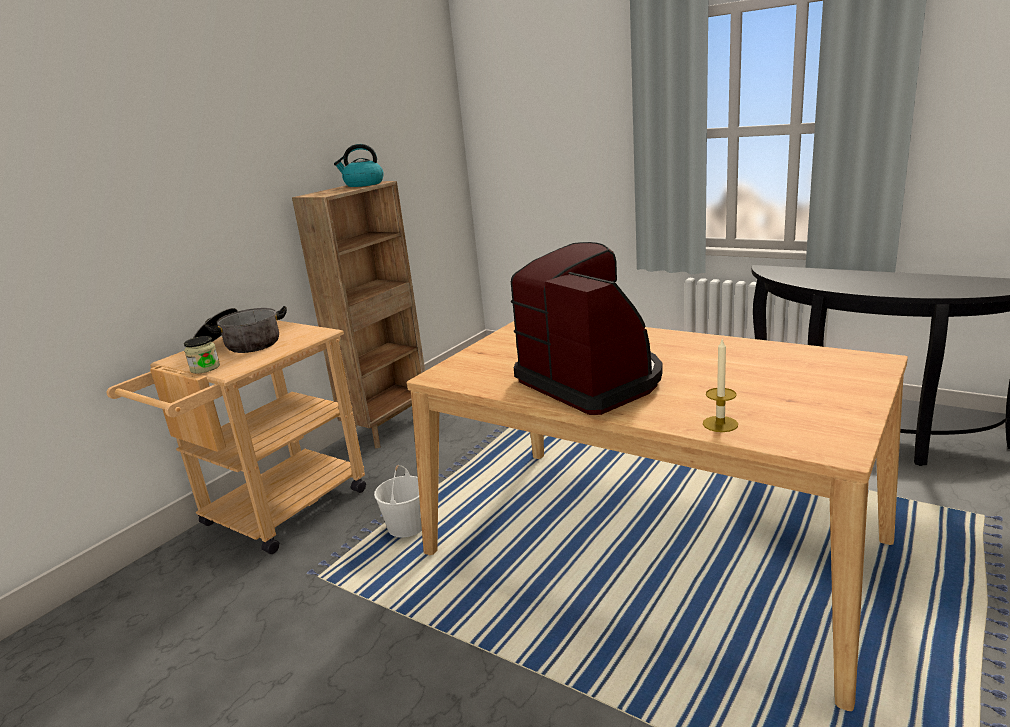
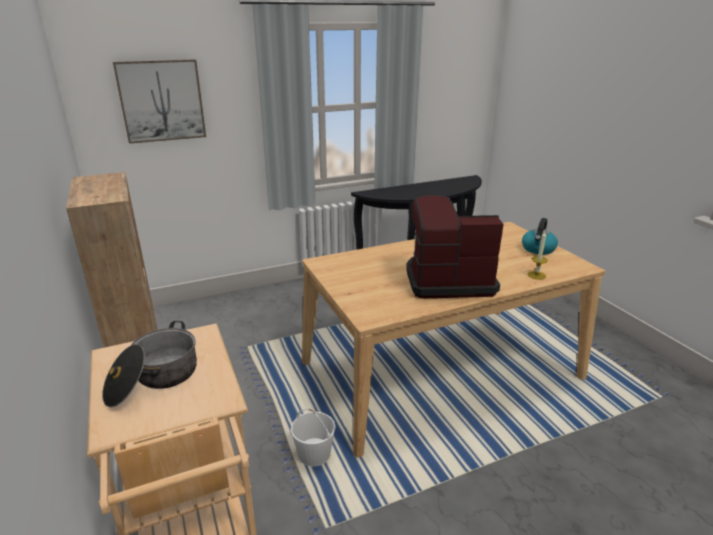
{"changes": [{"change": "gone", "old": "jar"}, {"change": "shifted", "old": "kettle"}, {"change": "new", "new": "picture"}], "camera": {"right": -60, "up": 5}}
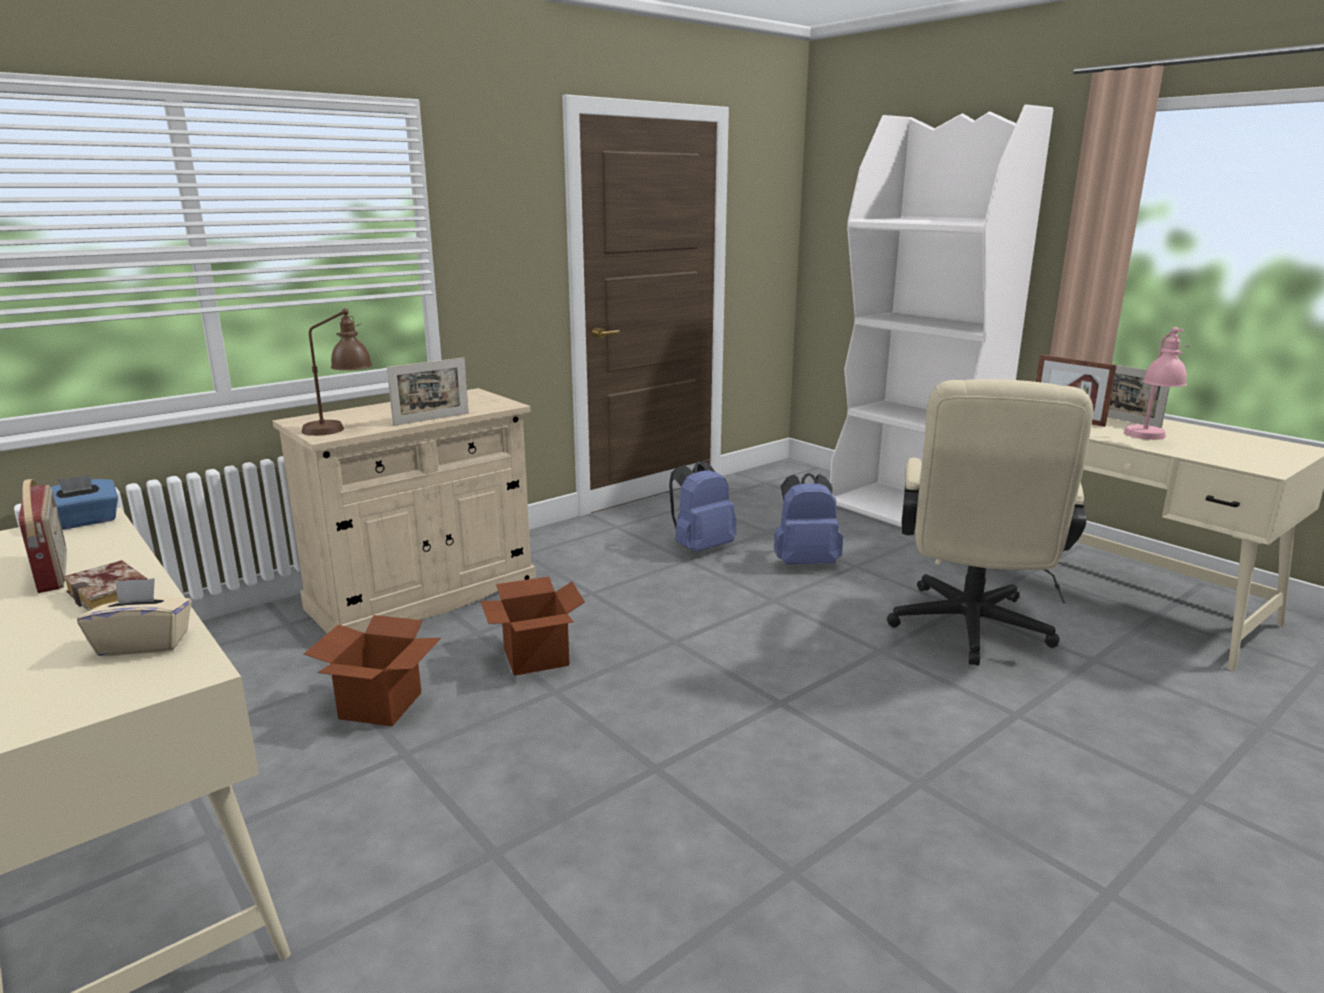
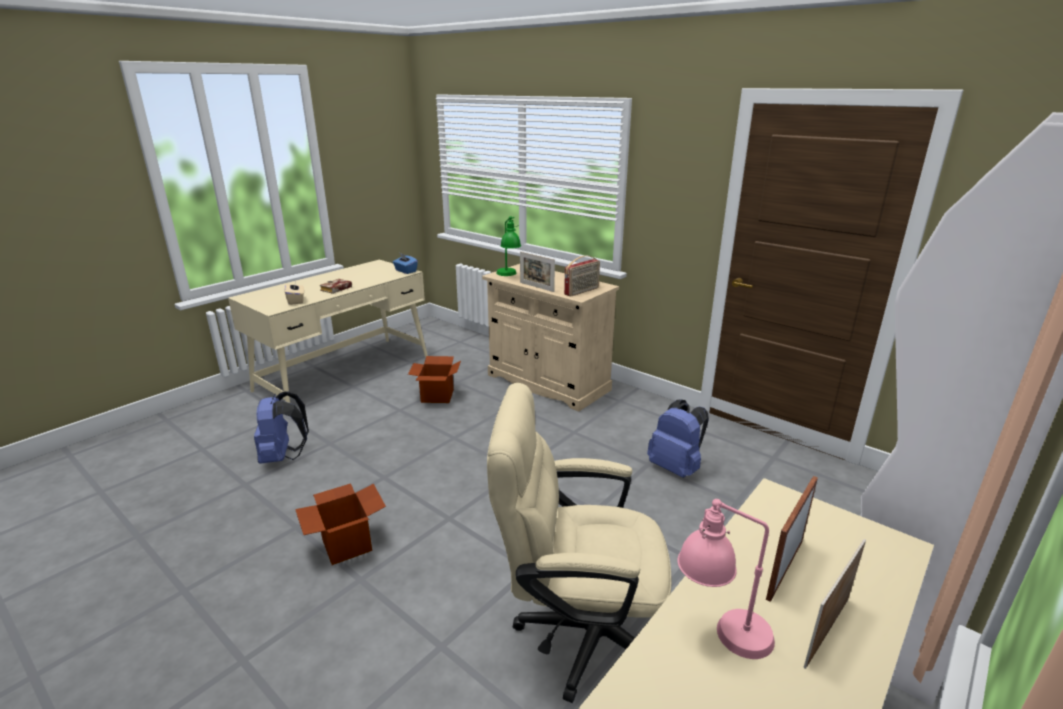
{"changes": [{"change": "shifted", "old": "radio"}, {"change": "repainted", "old": "table lamp/brown", "new": "table lamp/green"}, {"change": "shifted", "old": "cardboard box (no. 2 from left in the first image)", "new": "cardboard box (no. 1 from left)"}, {"change": "shifted", "old": "backpack/blue (no. 2 from left in the first image)", "new": "backpack/blue (no. 1 from left)"}], "camera": {"right": 80, "up": 5}}
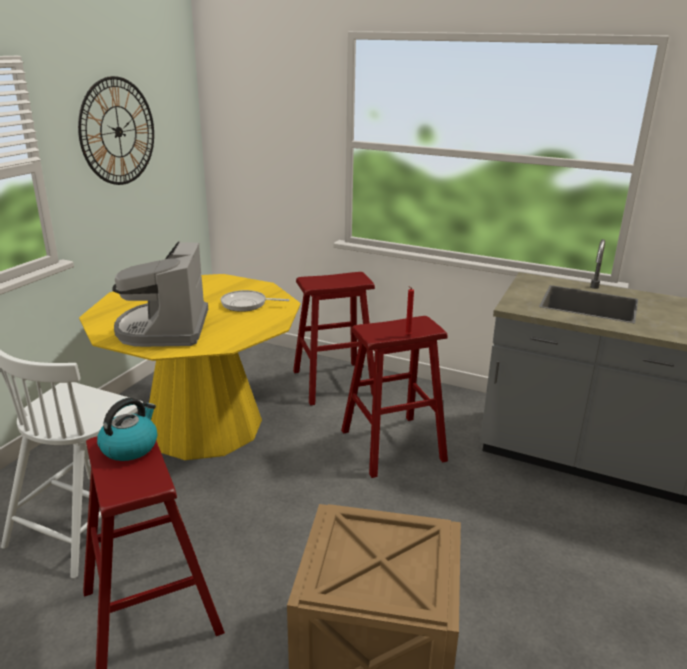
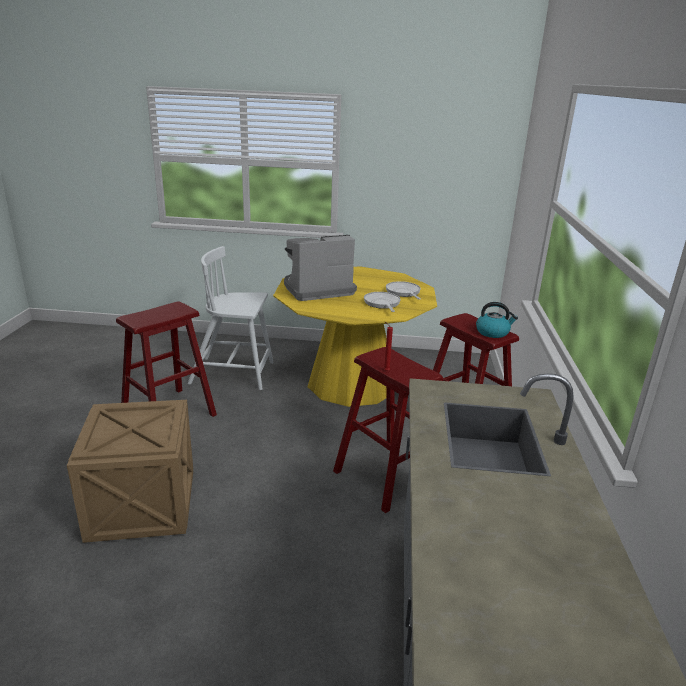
{"changes": [{"change": "gone", "old": "wall clock"}, {"change": "shifted", "old": "kettle"}, {"change": "new", "new": "frying pan (no. 2 from left)"}], "camera": {"right": 70, "up": 0}}
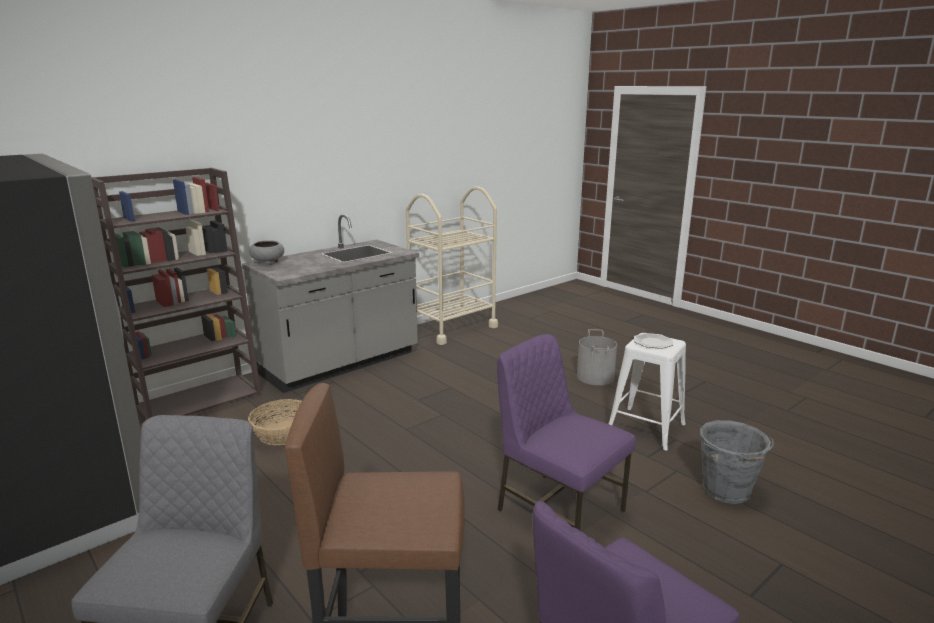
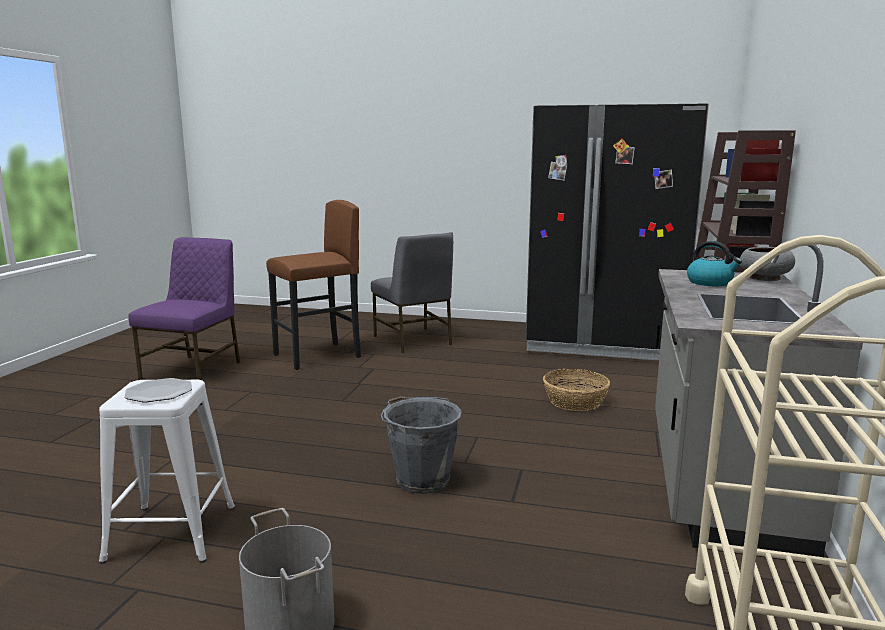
{"changes": [{"change": "gone", "old": "chair/purple (no. 1 from left)"}, {"change": "shifted", "old": "bucket/grey (no. 2 from left)"}, {"change": "new", "new": "kettle"}], "camera": {"right": 145, "up": -5}}
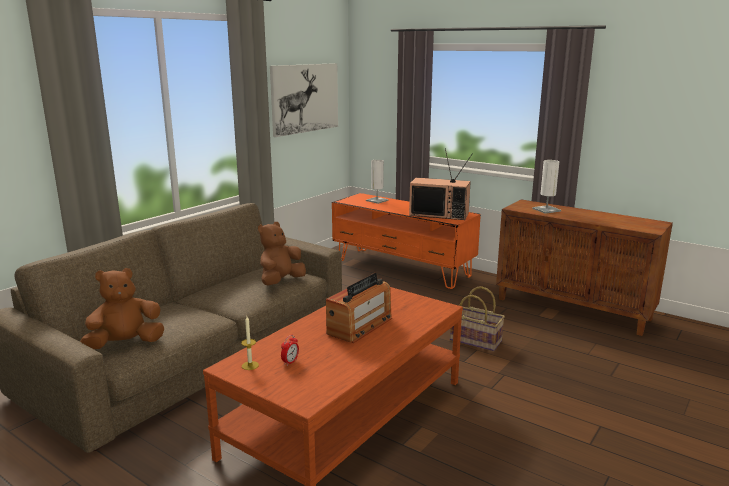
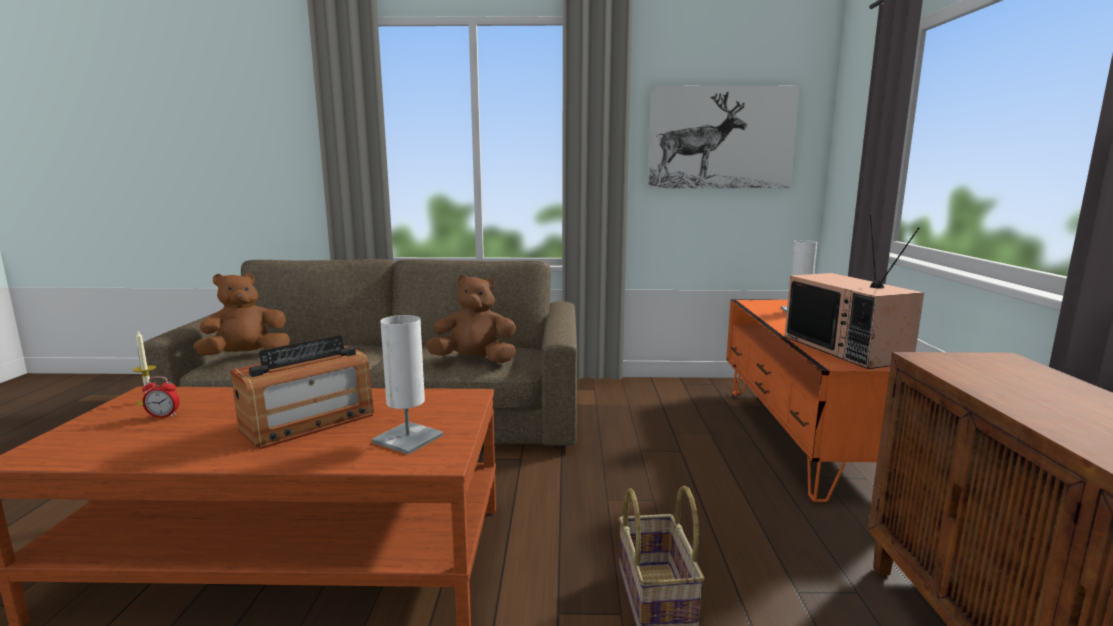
{"changes": [{"change": "rotated", "old": "plush toy/brown (no. 1 from left)", "degrees": -60}, {"change": "rotated", "old": "radio", "degrees": -45}, {"change": "shifted", "old": "table lamp/white (no. 2 from left in the first image)", "new": "table lamp/white (no. 1 from left)"}], "camera": {"right": 55, "up": -5}}
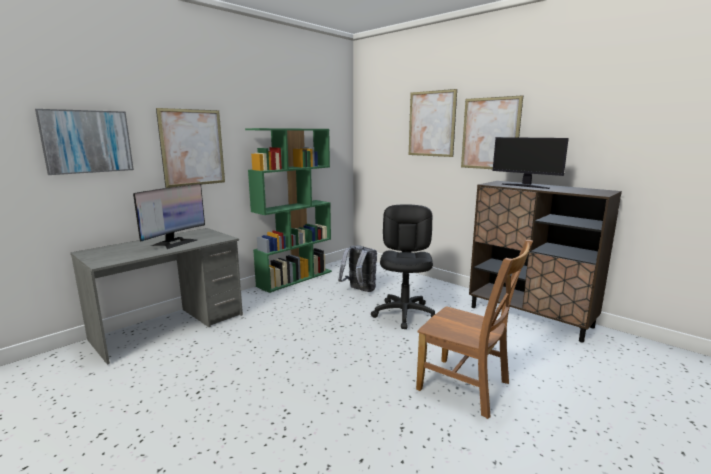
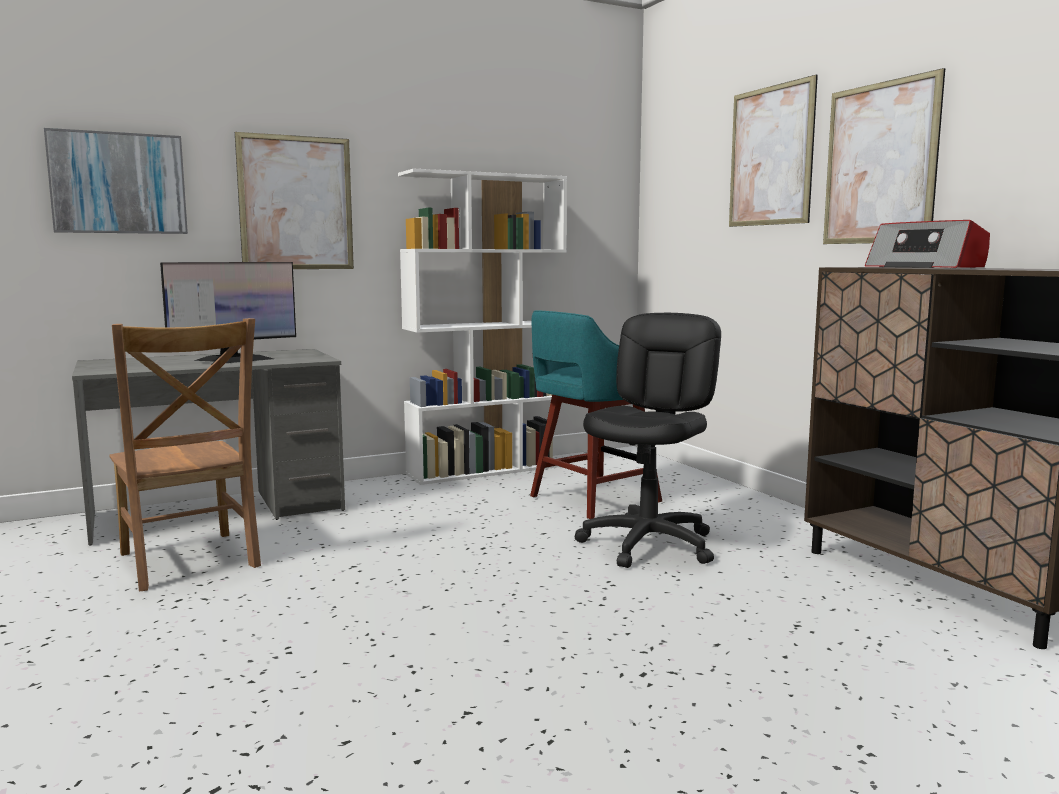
{"changes": [{"change": "repainted", "old": "bookcase/green", "new": "bookcase/white"}, {"change": "swapped", "old": "backpack/grey", "new": "stool/turquoise"}, {"change": "shifted", "old": "chair/brown"}, {"change": "swapped", "old": "monitor (no. 2 from left)", "new": "radio"}], "camera": {"right": 20, "up": -5}}
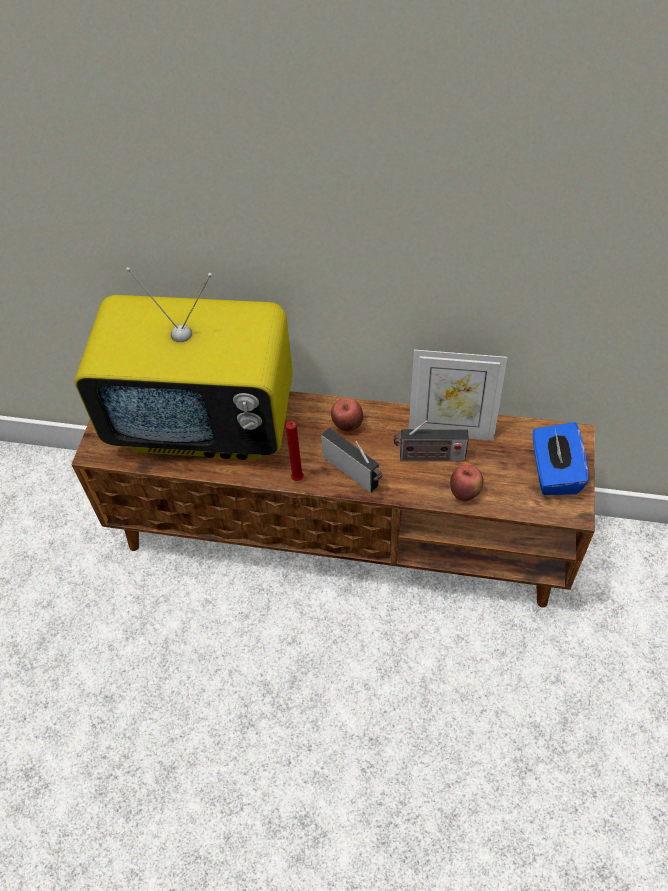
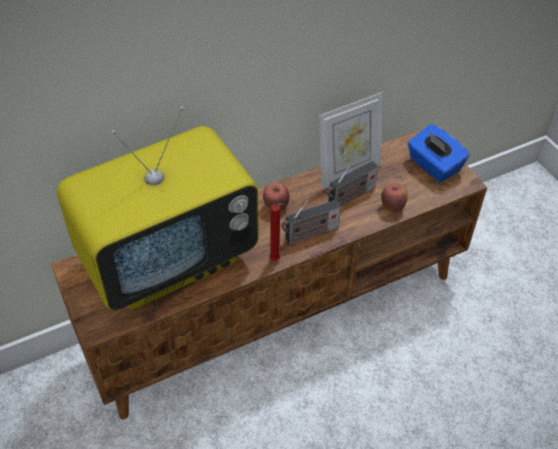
{"changes": [{"change": "rotated", "old": "radio (no. 1 from left)", "degrees": 150}], "camera": {"right": -40, "up": -5}}
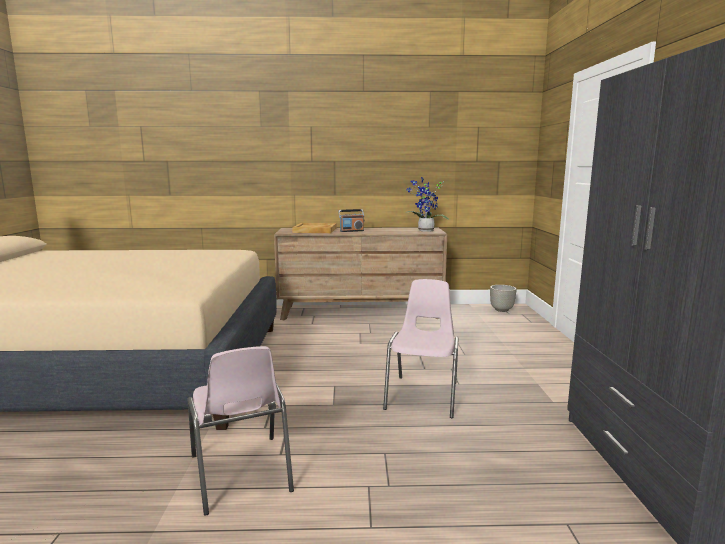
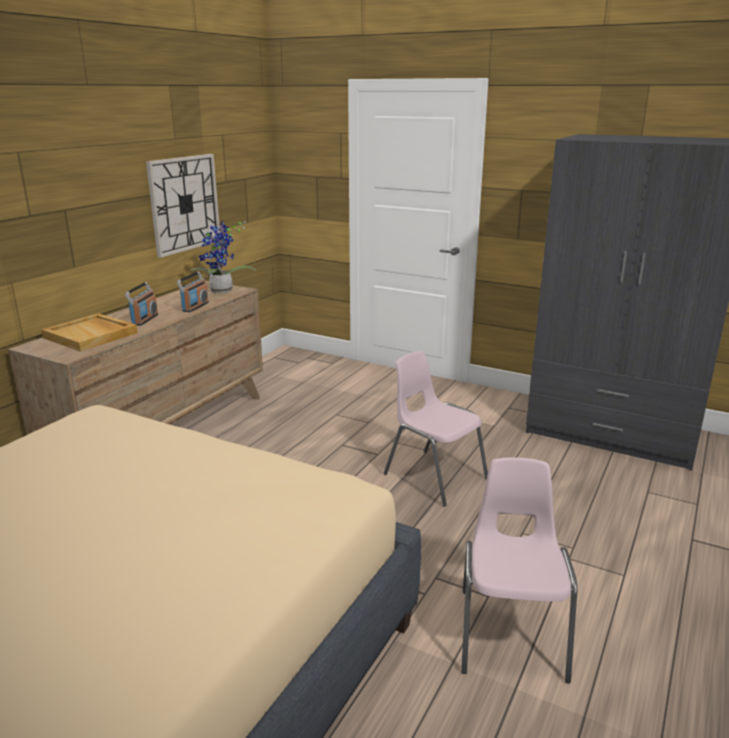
{"changes": [{"change": "rotated", "old": "chair/pink (no. 1 from left in the first image)", "degrees": -90}, {"change": "gone", "old": "planter/grey"}, {"change": "new", "new": "wall clock"}, {"change": "new", "new": "radio (no. 2 from left)"}], "camera": {"right": -60, "up": 10}}
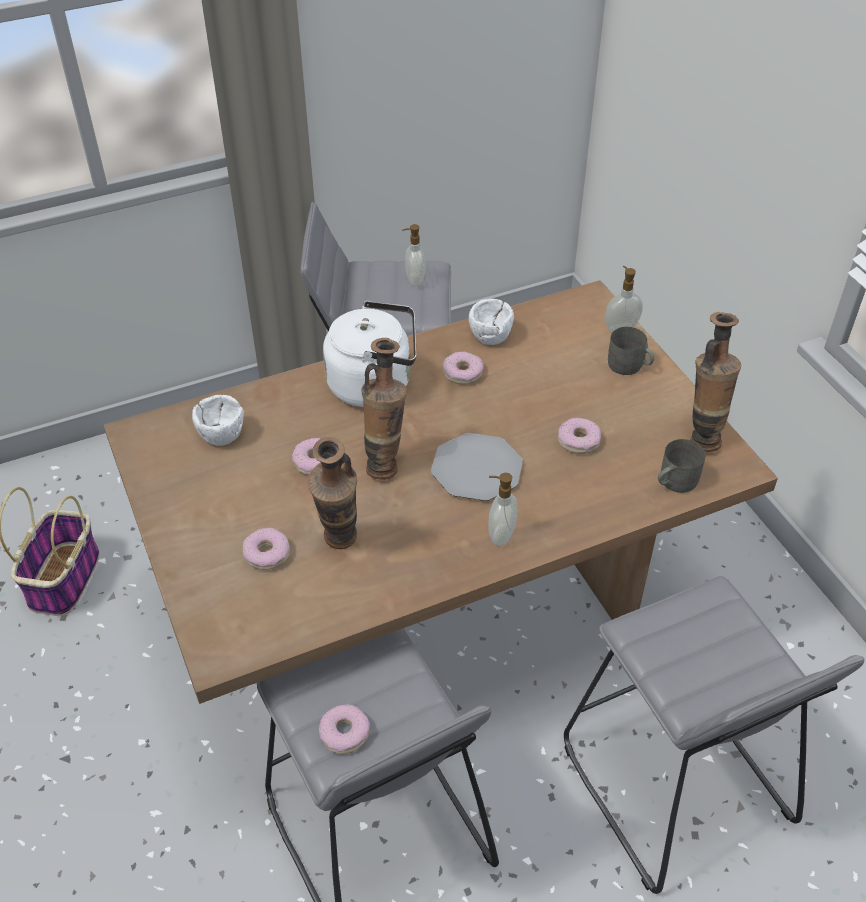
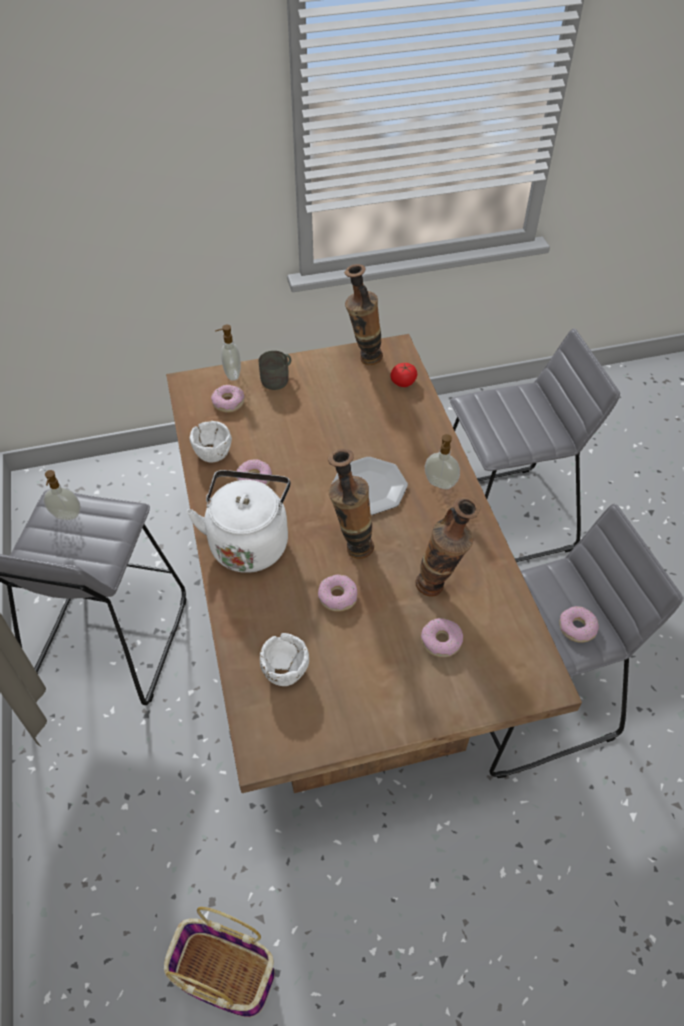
{"changes": [{"change": "shifted", "old": "donut (no. 5 from left in the first image)", "new": "donut (no. 1 from left)"}, {"change": "swapped", "old": "mug/grey (no. 2 from left)", "new": "tomato"}], "camera": {"right": -80, "up": 5}}
